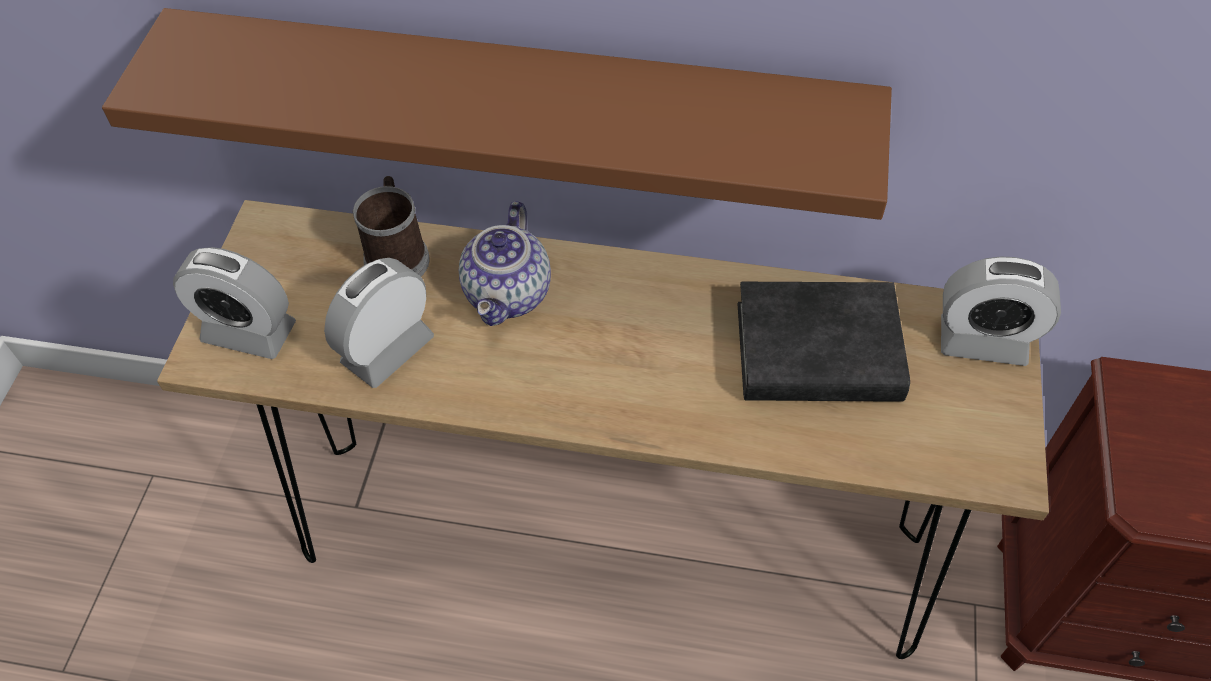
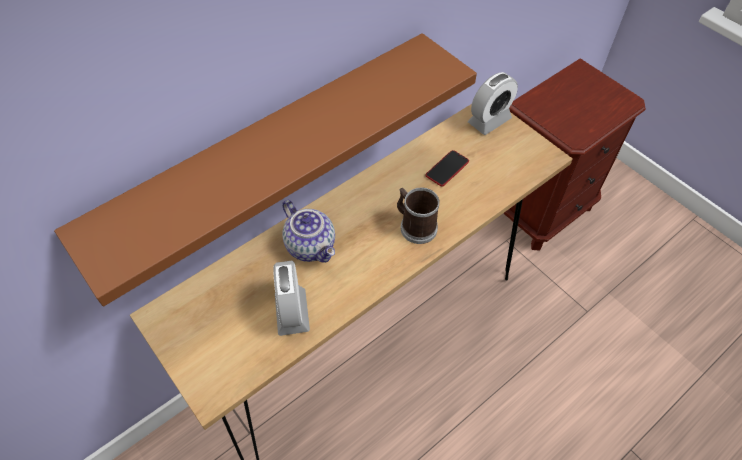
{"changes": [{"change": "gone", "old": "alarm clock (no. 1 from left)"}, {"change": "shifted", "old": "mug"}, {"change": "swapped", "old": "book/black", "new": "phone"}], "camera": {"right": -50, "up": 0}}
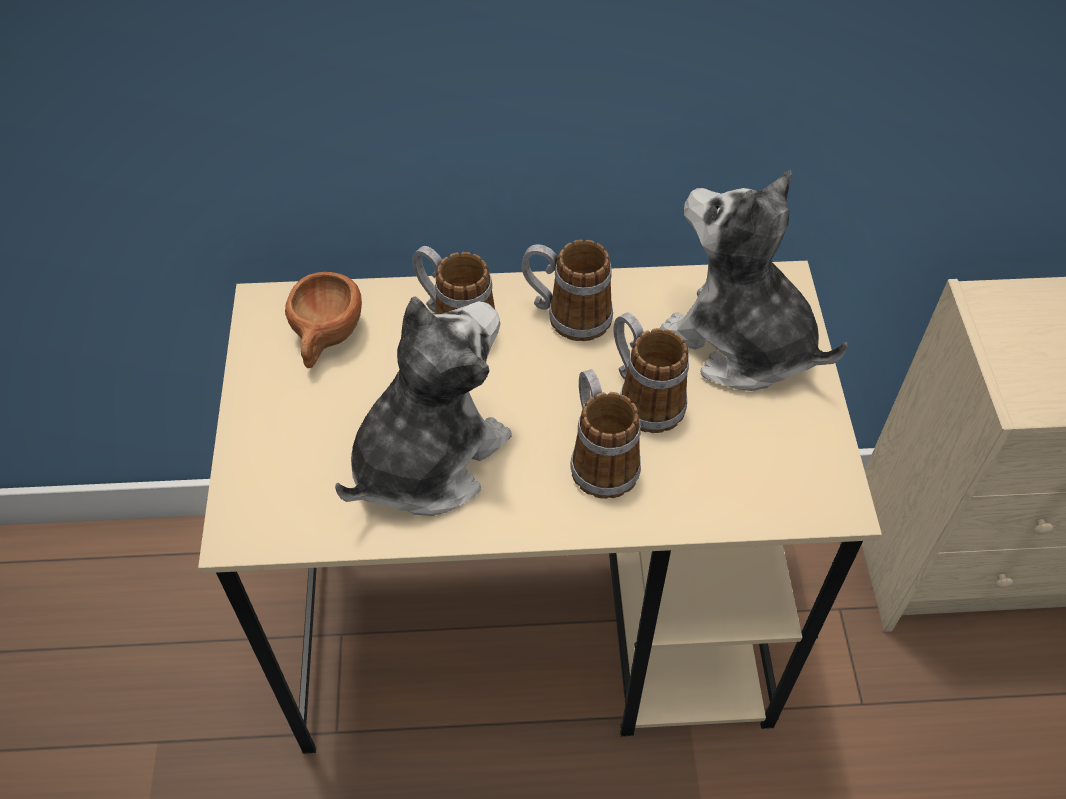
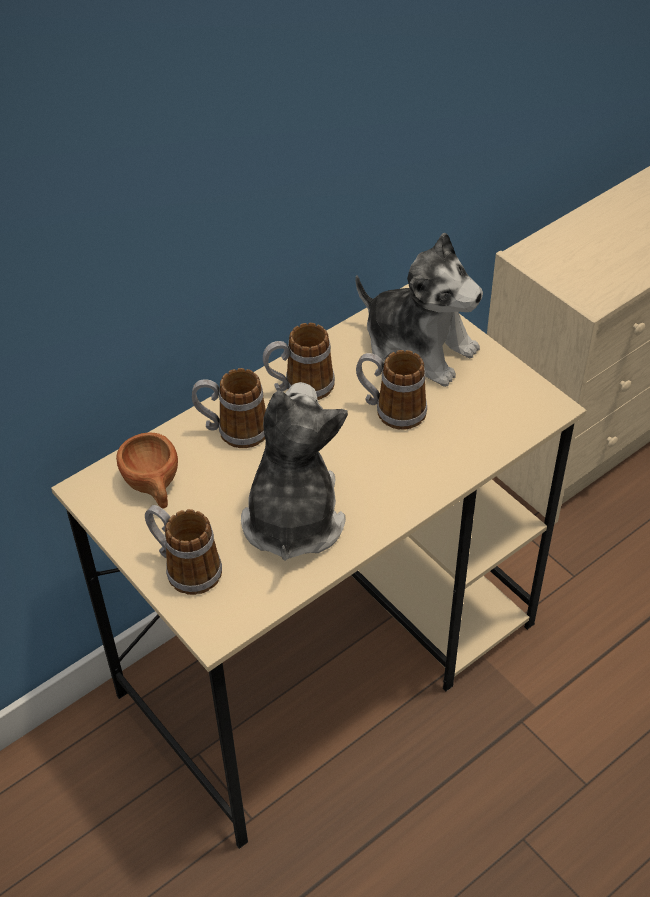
{"changes": [{"change": "shifted", "old": "mug (no. 3 from left in the first image)", "new": "mug (no. 1 from left)"}, {"change": "rotated", "old": "plush toy (no. 2 from left)", "degrees": -150}], "camera": {"right": -35, "up": -5}}
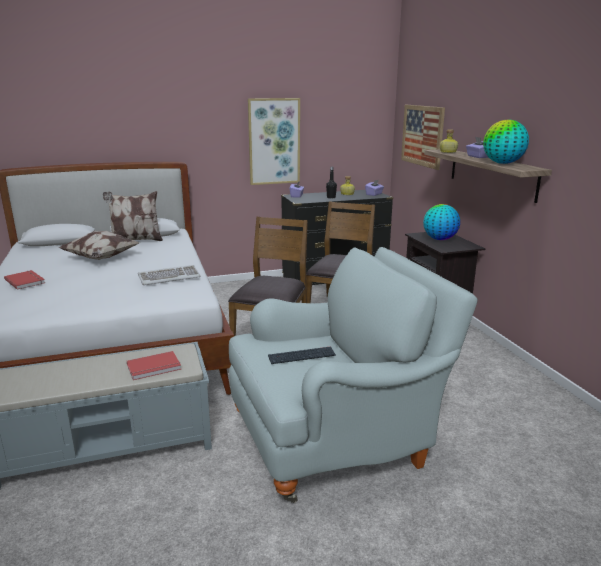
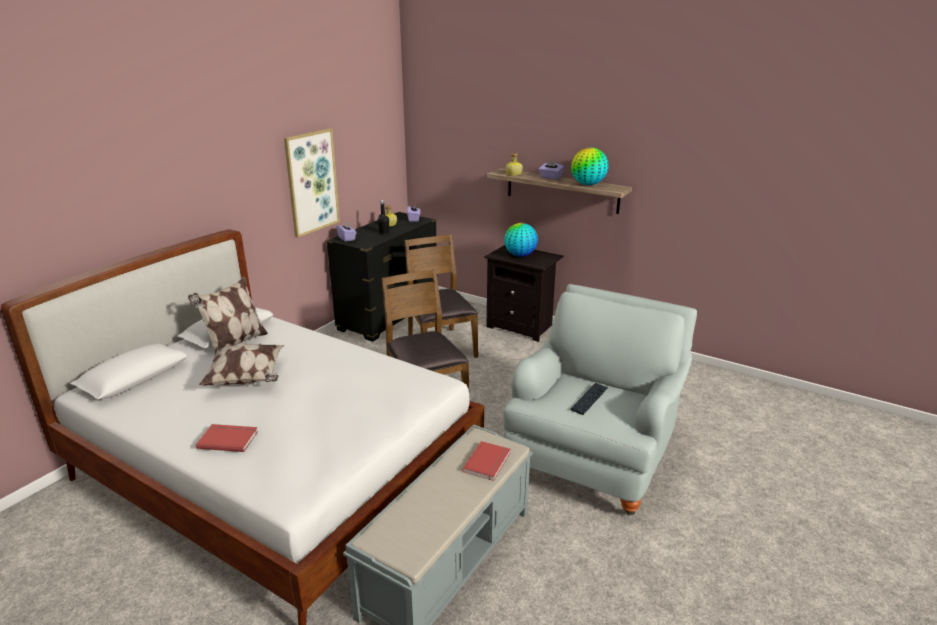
{"changes": [{"change": "gone", "old": "keyboard (no. 1 from left)"}, {"change": "gone", "old": "picture (no. 2 from left)"}], "camera": {"right": -40, "up": 5}}
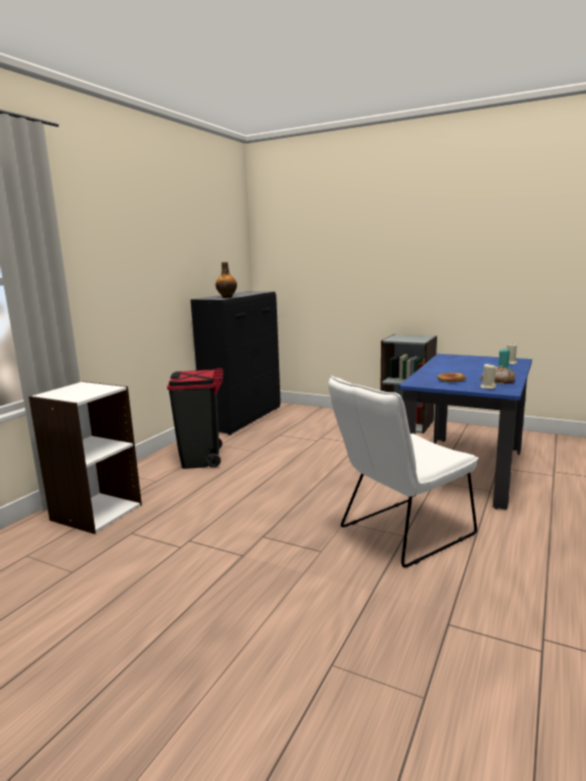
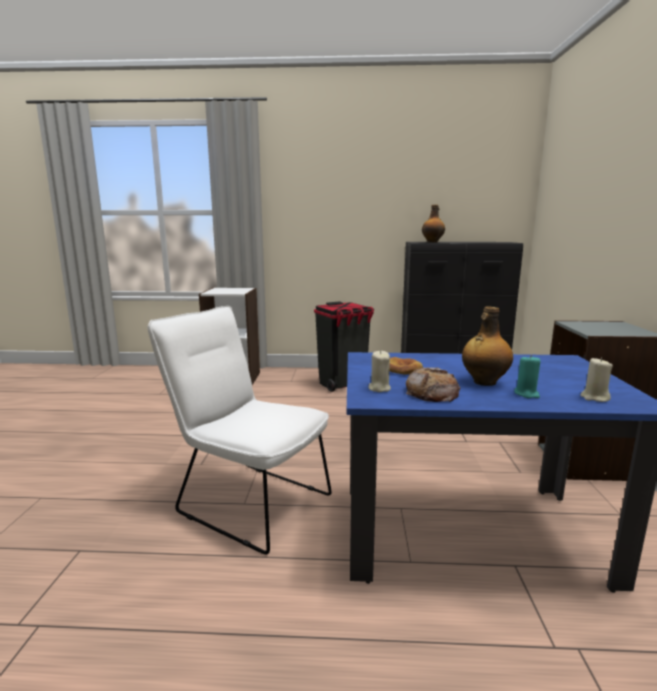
{"changes": [{"change": "new", "new": "bottle (no. 2 from left)"}], "camera": {"right": 65, "up": 0}}
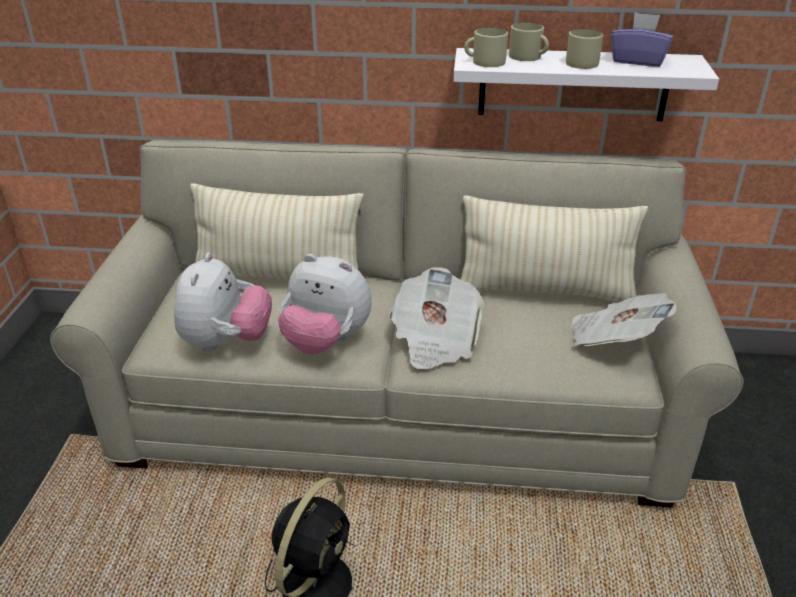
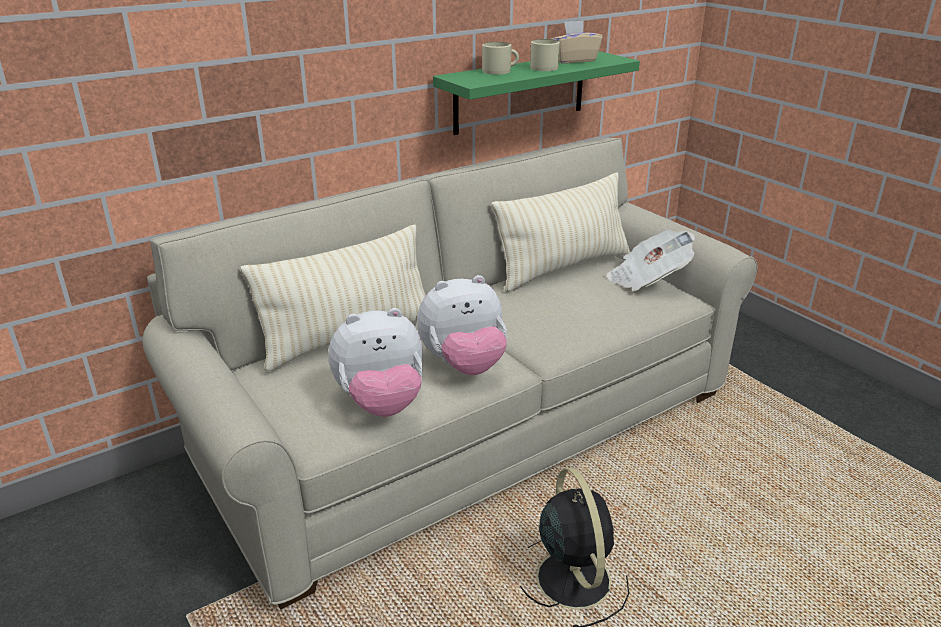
{"changes": [{"change": "rotated", "old": "plush toy (no. 1 from left)", "degrees": 105}, {"change": "gone", "old": "newspaper (no. 1 from left)"}, {"change": "repainted", "old": "shelf/white", "new": "shelf/green"}, {"change": "gone", "old": "mug/beige (no. 1 from left)"}, {"change": "repainted", "old": "tissue box/purple", "new": "tissue box/beige"}], "camera": {"right": -40, "up": -5}}
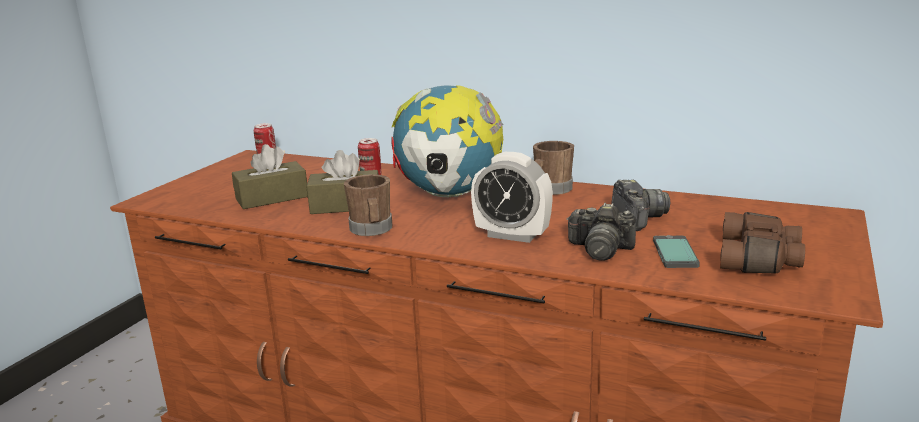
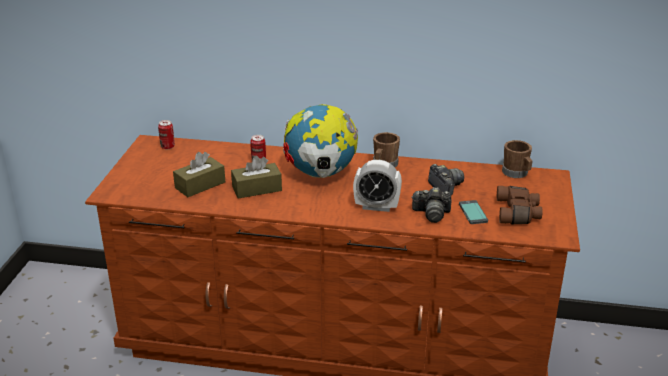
{"changes": [{"change": "shifted", "old": "mug/brown (no. 1 from left in the first image)", "new": "mug/brown (no. 2 from left)"}], "camera": {"right": -15, "up": 10}}
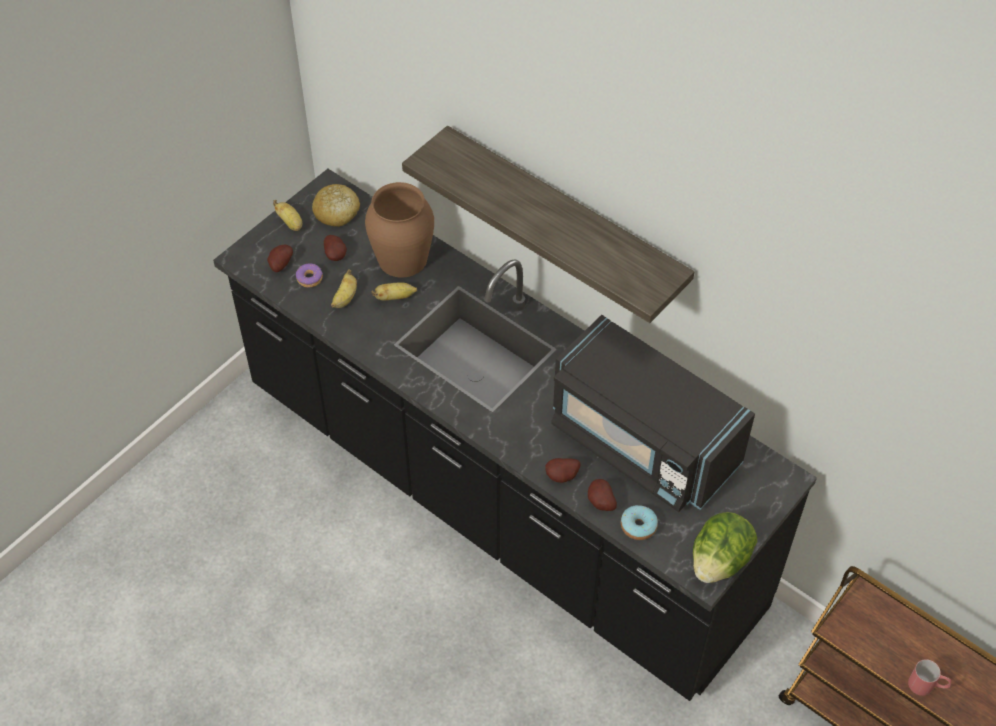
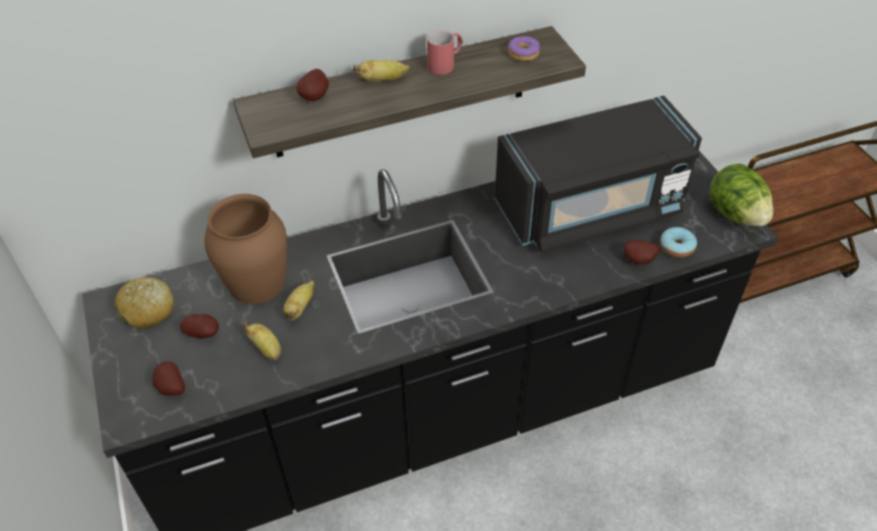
{"changes": [{"change": "shifted", "old": "banana (no. 1 from left in the first image)", "new": "banana (no. 3 from left)"}, {"change": "shifted", "old": "donut (no. 1 from left)"}, {"change": "shifted", "old": "potato (no. 3 from left)"}, {"change": "shifted", "old": "mug/red"}], "camera": {"right": -60, "up": -5}}
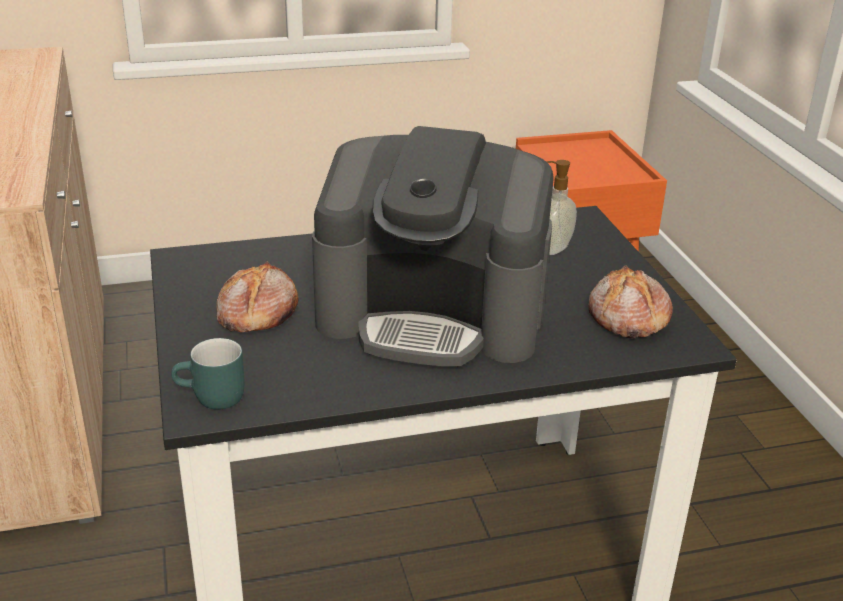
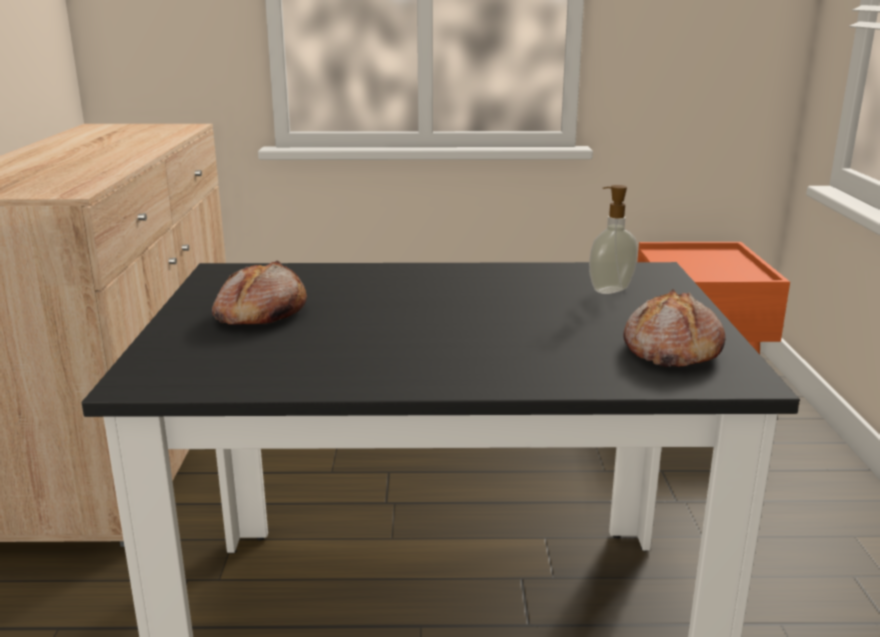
{"changes": [{"change": "gone", "old": "mug/turquoise"}, {"change": "gone", "old": "coffee machine"}], "camera": {"right": 15, "up": -10}}
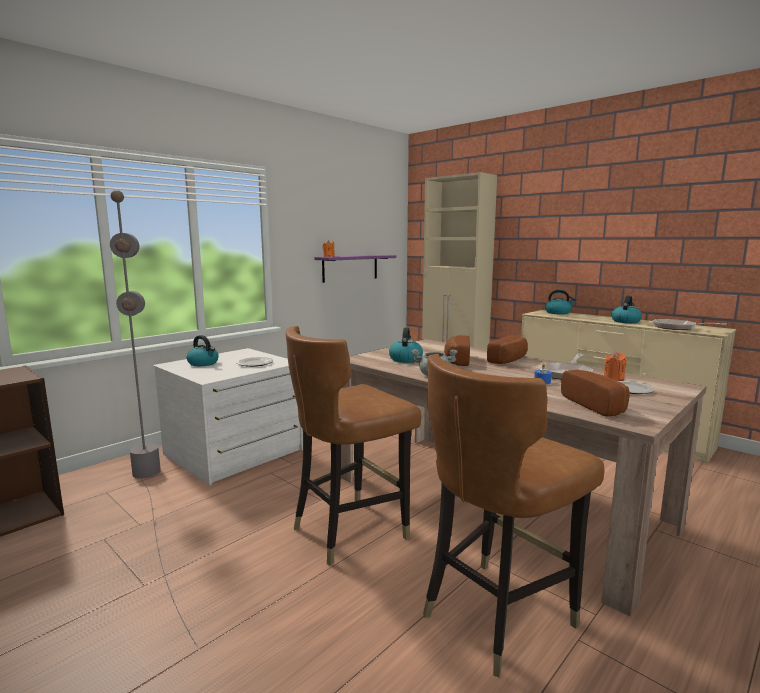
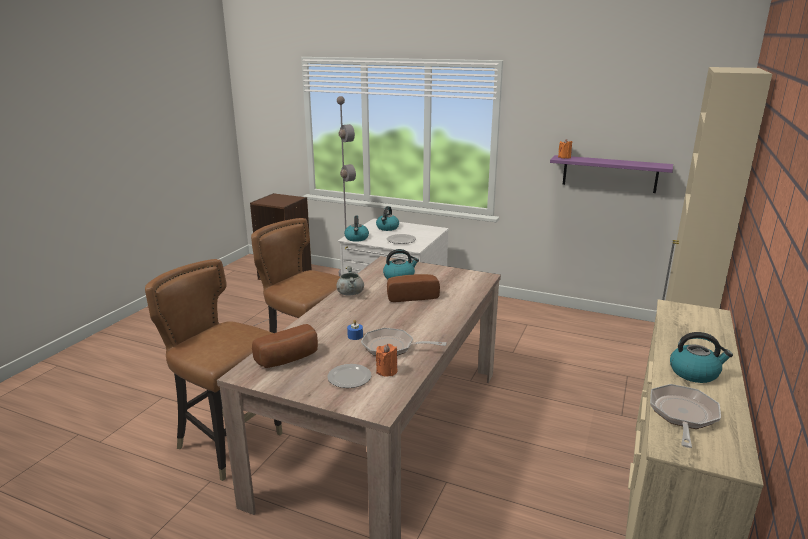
{"changes": [{"change": "gone", "old": "bread (no. 2 from left)"}, {"change": "shifted", "old": "kettle (no. 3 from left in the first image)", "new": "kettle (no. 1 from left)"}], "camera": {"right": 70, "up": 10}}
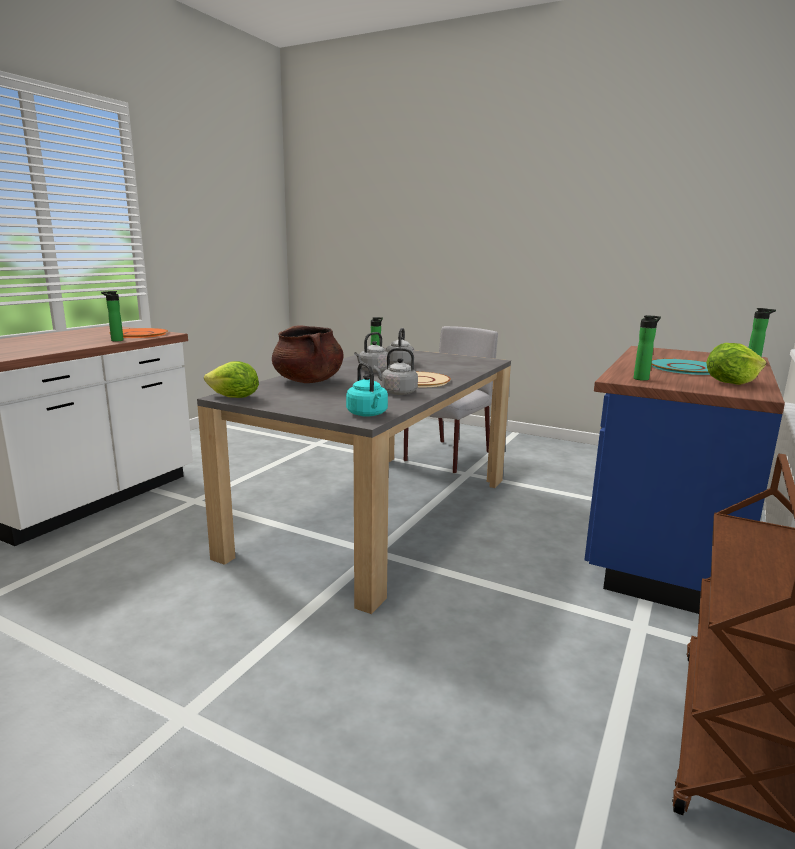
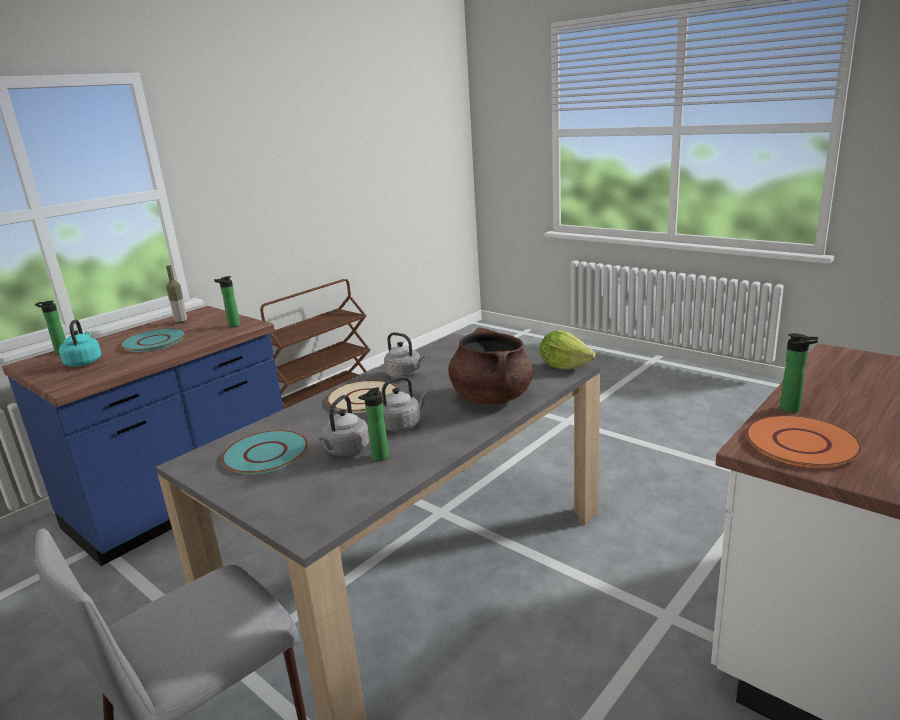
{"changes": [{"change": "shifted", "old": "kettle/turquoise"}, {"change": "swapped", "old": "lettuce (no. 2 from left)", "new": "bottle (no. 2 from left)"}, {"change": "new", "new": "plate/turquoise (no. 2 from left)"}], "camera": {"right": -165, "up": 5}}
